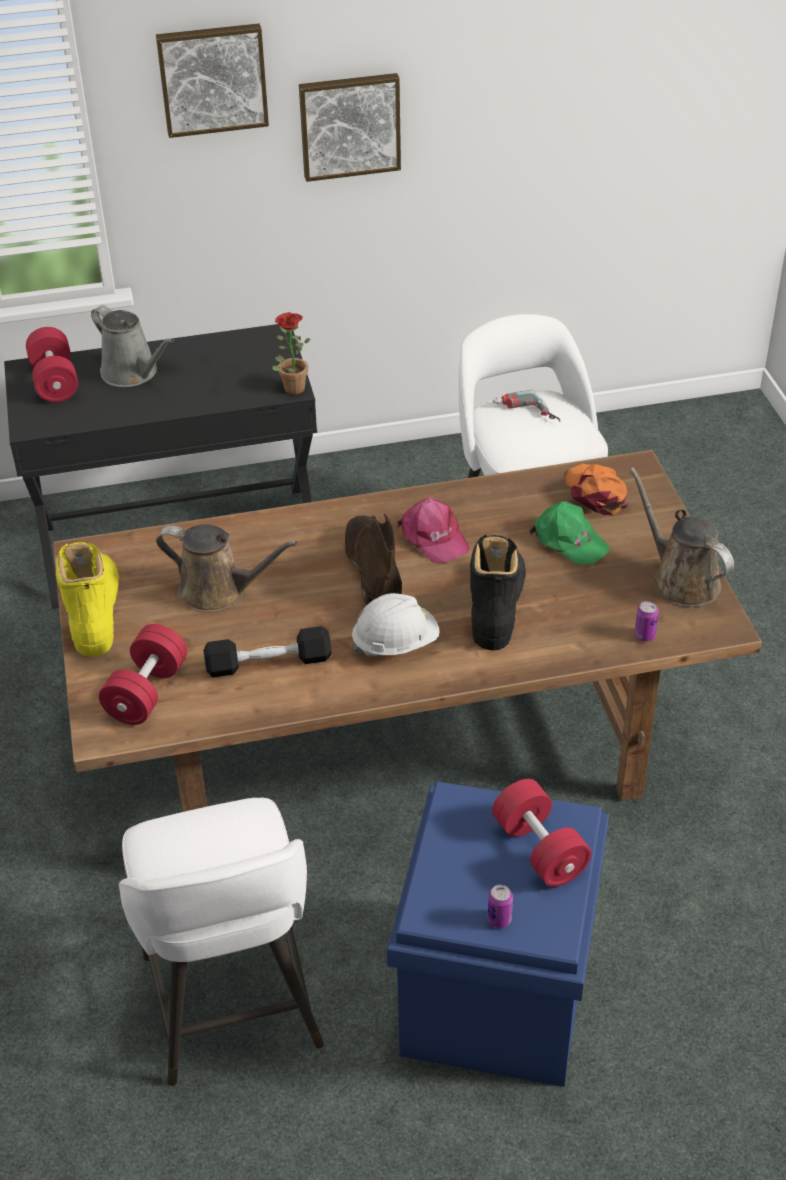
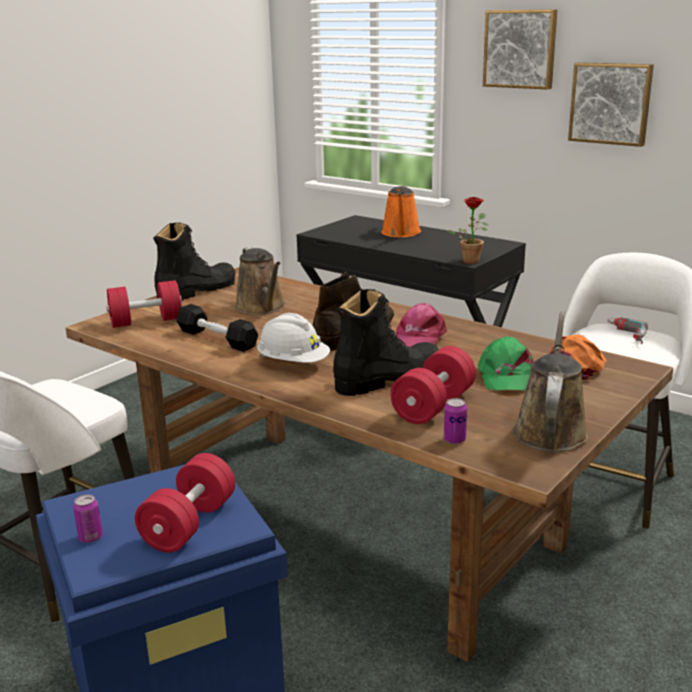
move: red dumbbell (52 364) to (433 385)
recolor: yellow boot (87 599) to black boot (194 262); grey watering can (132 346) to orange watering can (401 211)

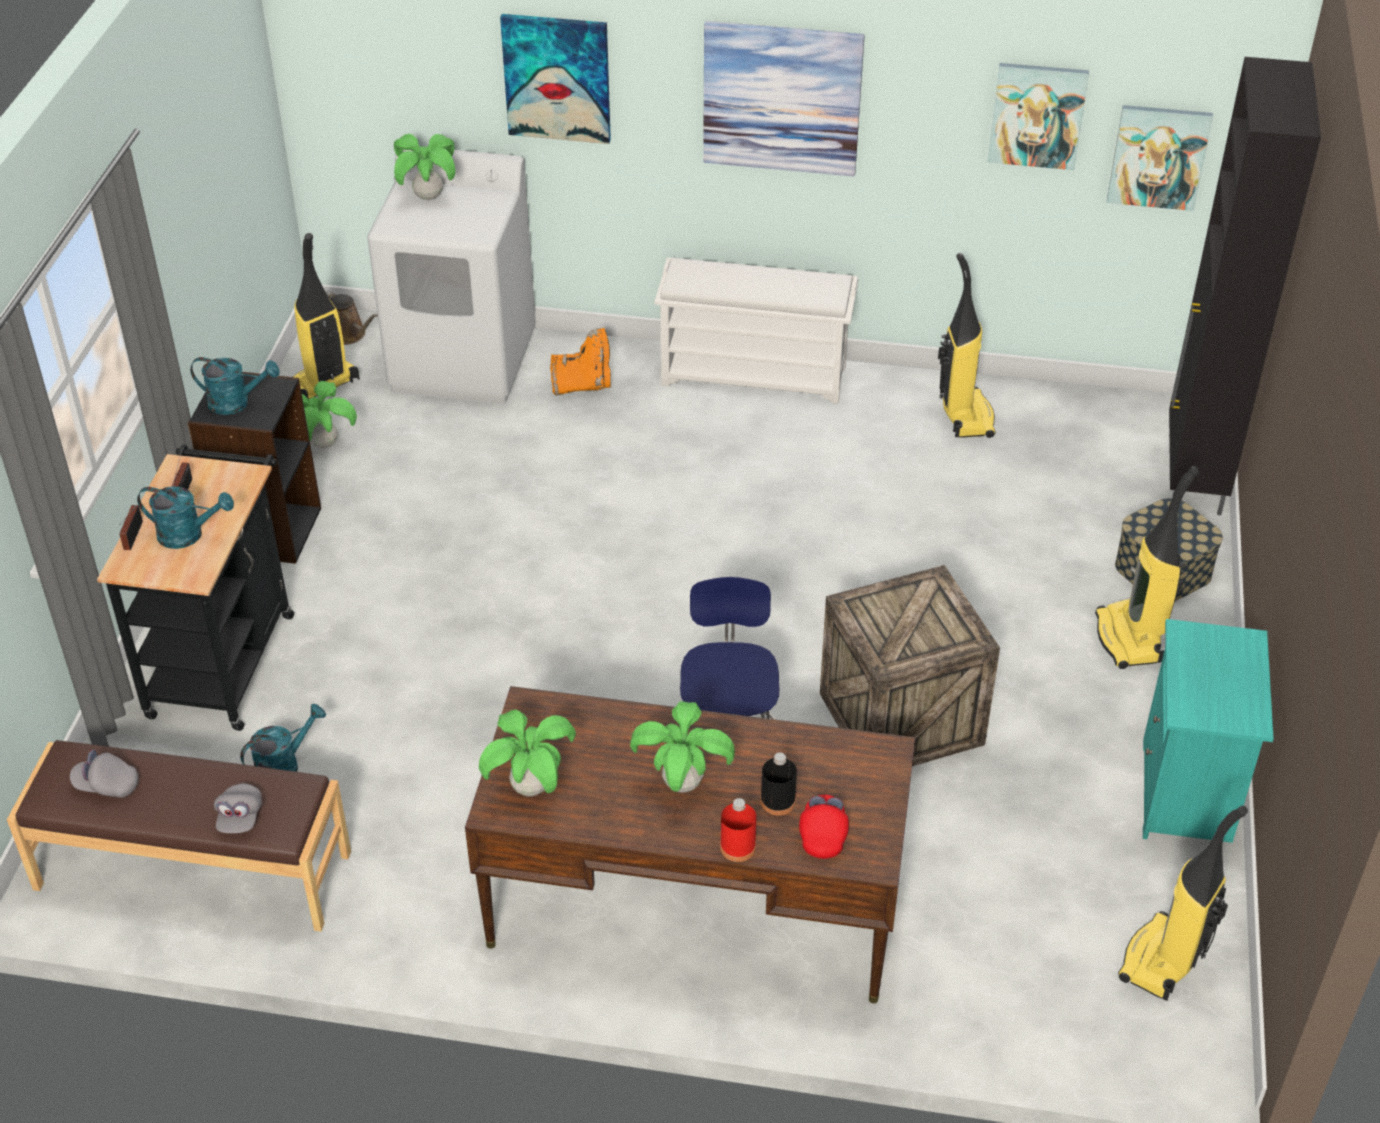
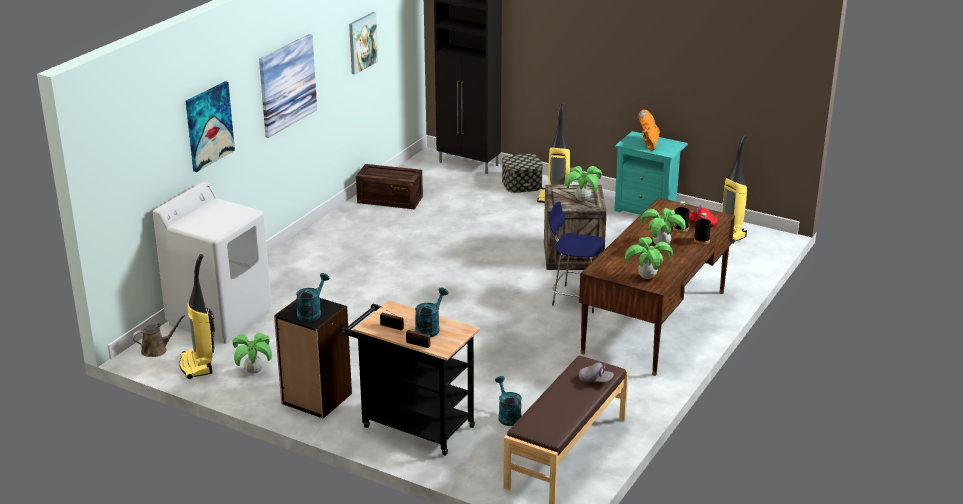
delete: grey cap (104 774); white shoe rack (756 331); picture (1160 158)
move: potted plant (425 167) to (583 183); orange boot (580 362) to (649 130)
replace: vacuum cleaner (966 345) to crate (389 186)
recolor: red bottle (738 830) to black bottle (702 229)

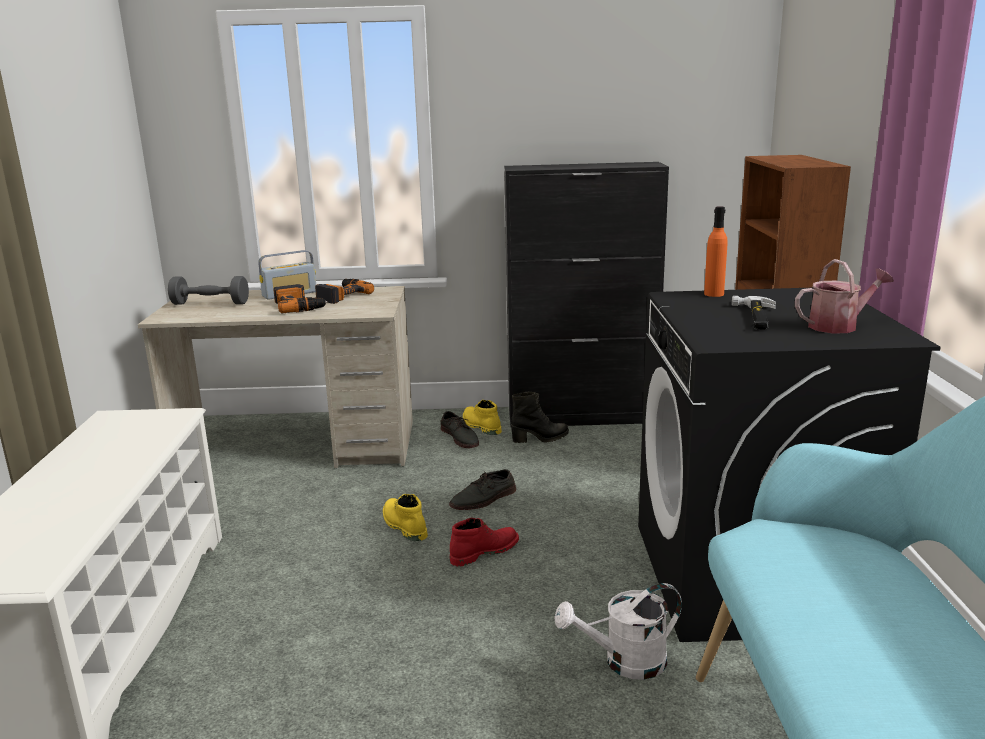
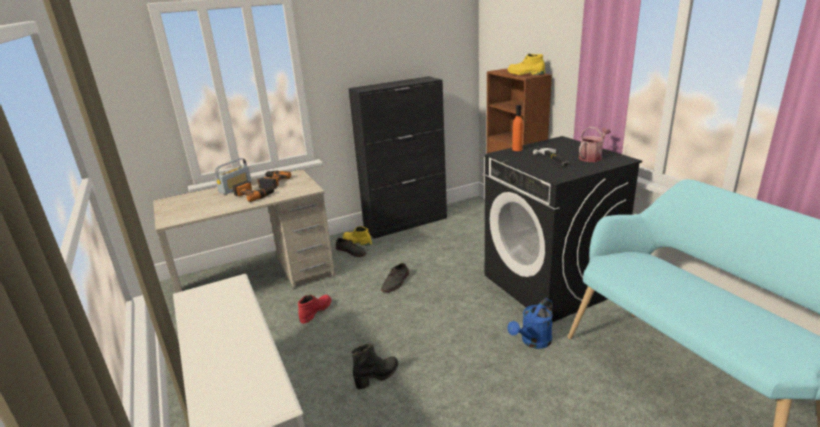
delete: grey dumbbell (208 290)
move: yellow boot (405 517) to (526 64); red boot (484 542) to (315 309); black boot (540 417) to (374 366)
recolor: white watering can (618 631) to blue watering can (530 323)

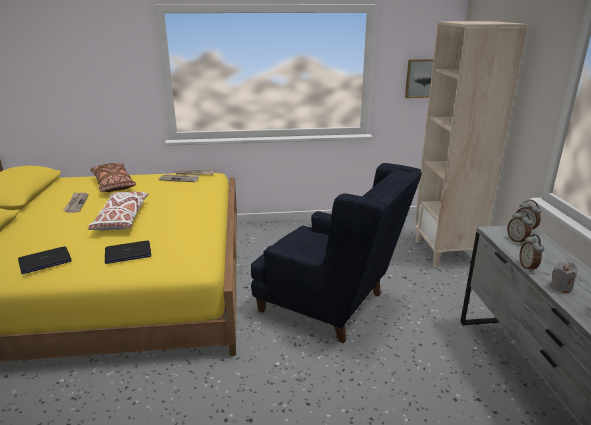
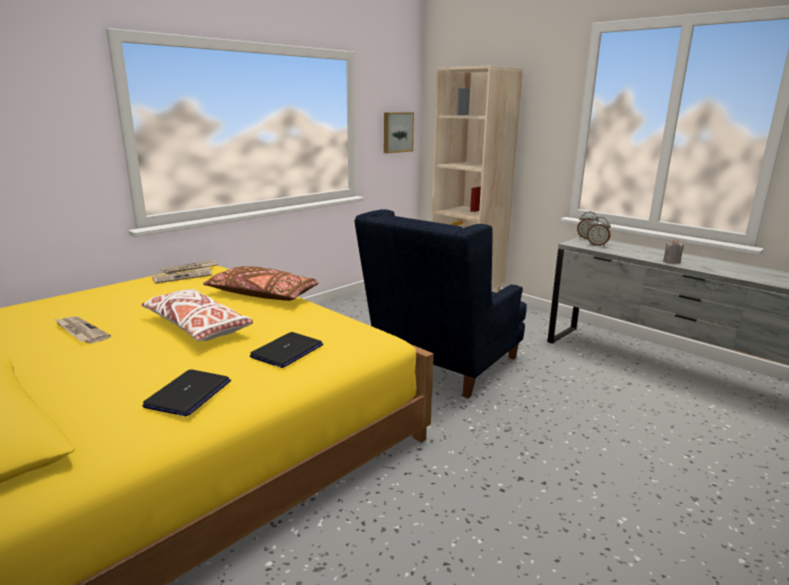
delete: alarm clock (532 253)
move: brown pillow (113 177) to (261 283)
rotate: blue armchair (336 253) = (441 303) 135 degrees clockwise

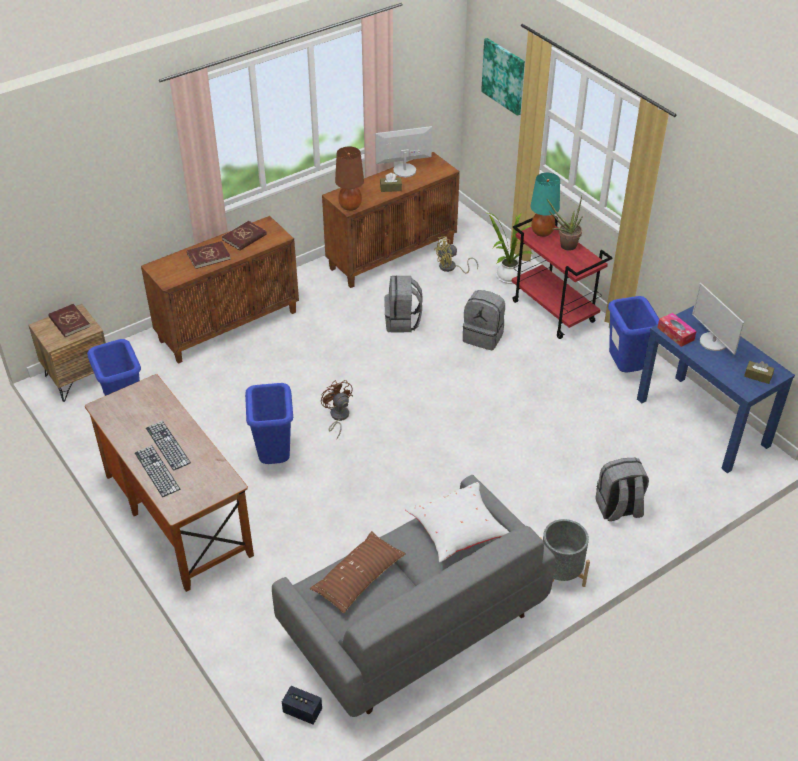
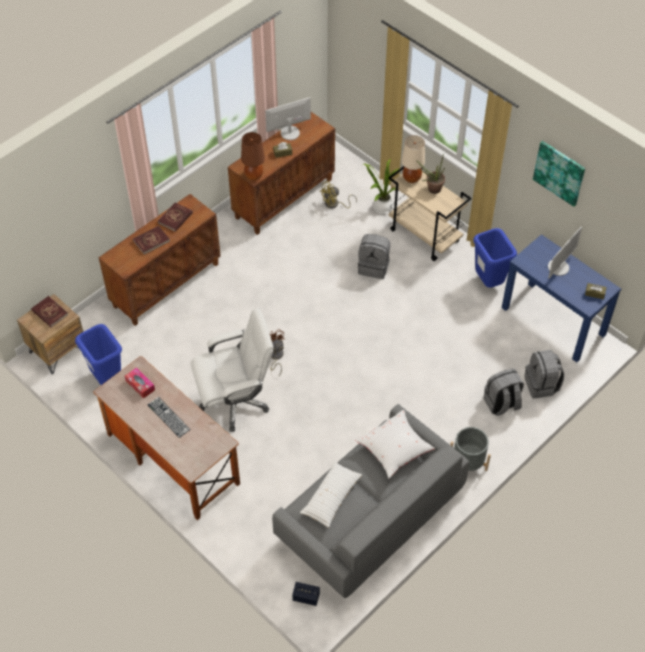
delete: keyboard (158 471)
move: grey backpack (403 304) to (544 374); picture (503 77) to (559 174); tissue box (677 330) to (140 383)
replace: blue trash can (269 423) to white office chair (232 370)
recolor: brown pillow (358 572) to white pillow (331 494); red cart (562 277) to beige cart (429 213); turquoise table lamp (545 205) to beige table lamp (413 159)
rotate: monitor (718 319) = (565 252) 105 degrees counterclockwise

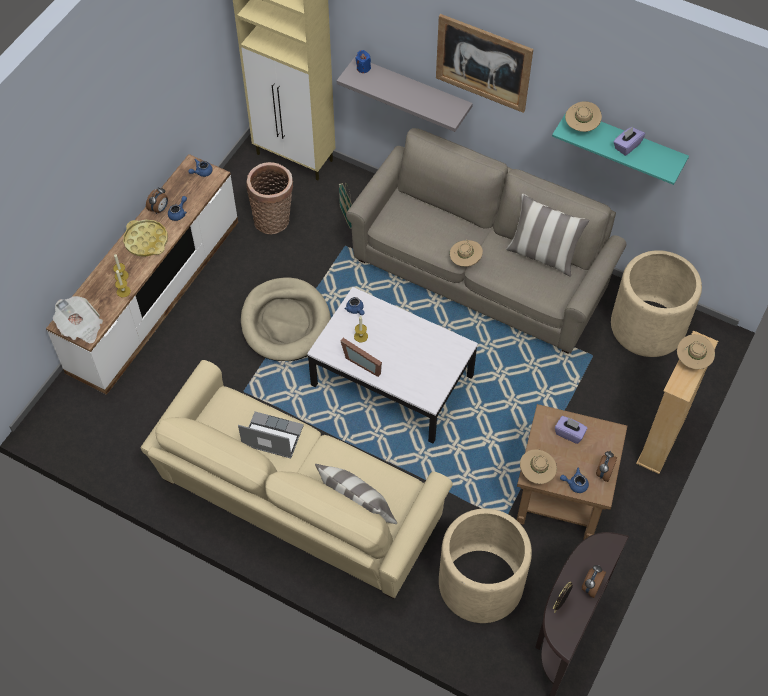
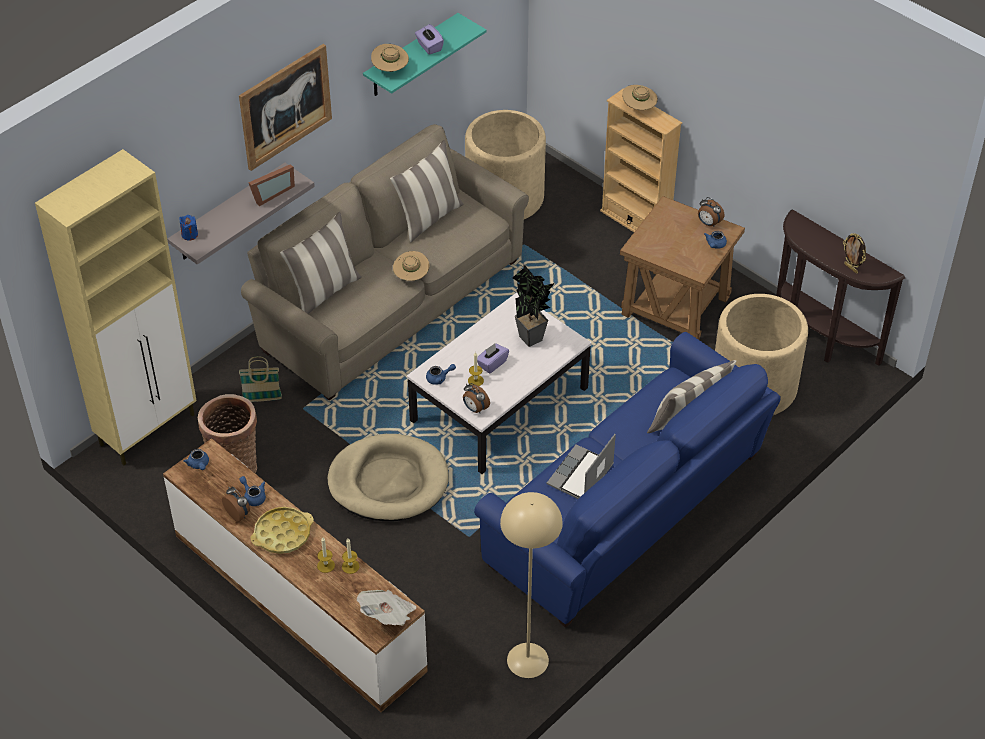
delete: beige hat (538 466)
insert: pillow (321 263); beige floor lamp (531 585); potted plant (533 306)
move: picture frame (361 357) to (271 185); purple tissue box (571 430) to (493 358); alarm clock (594 581) to (476 398)
recolor: beige sofa (296 479) to blue sofa (627 480)

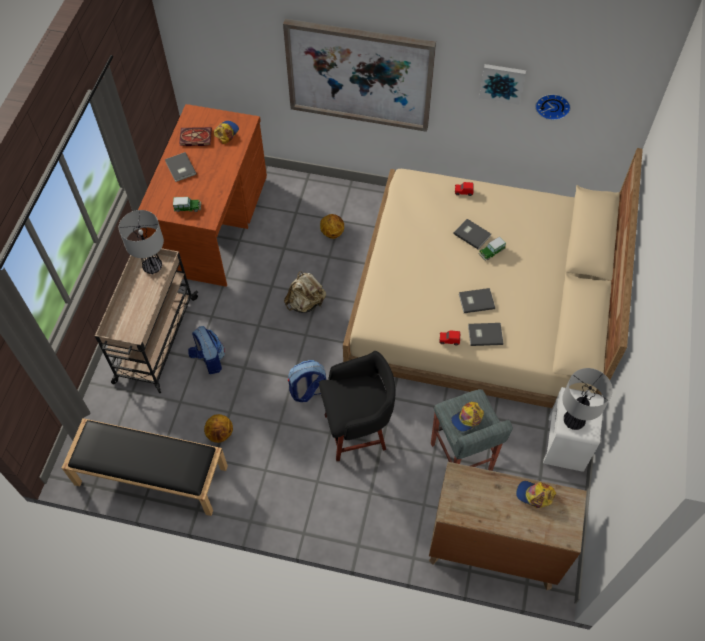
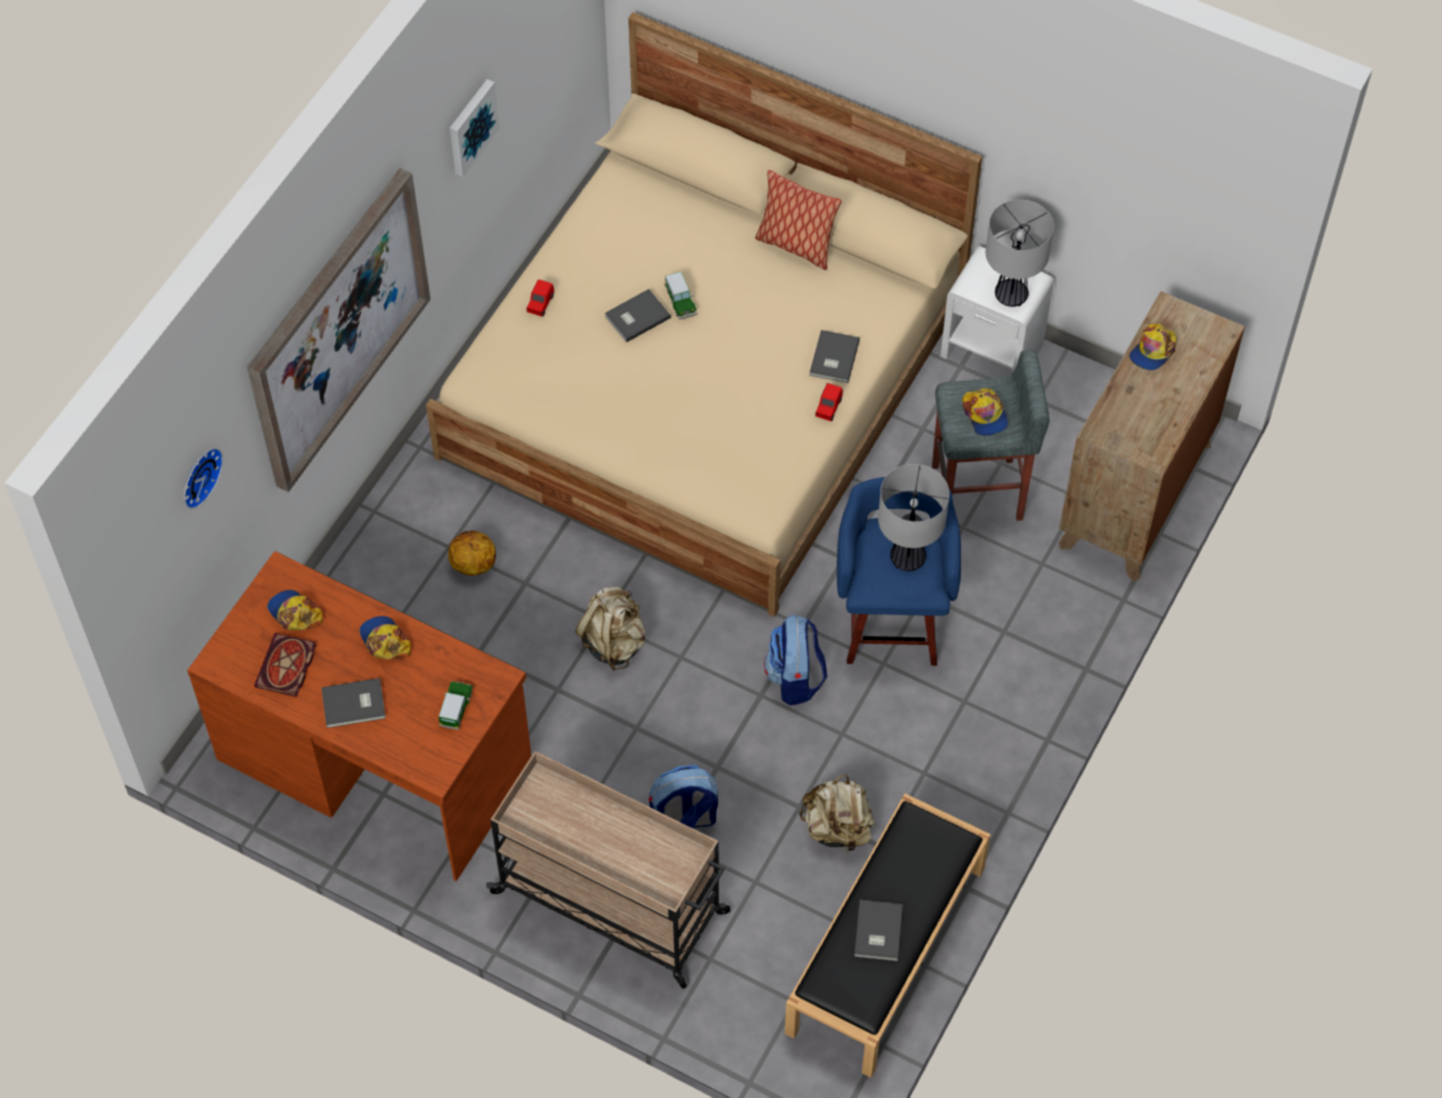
insert: cap (385 637); pillow (798 220)
move: table lamp (141 242) to (913 517); grey book (477 300) to (879 930); wall clock (553 107) to (203 478)
replace: basketball (218 428) to beige backpack (837 814)
recolor: black stool (357 406) to blue stool (899 571)

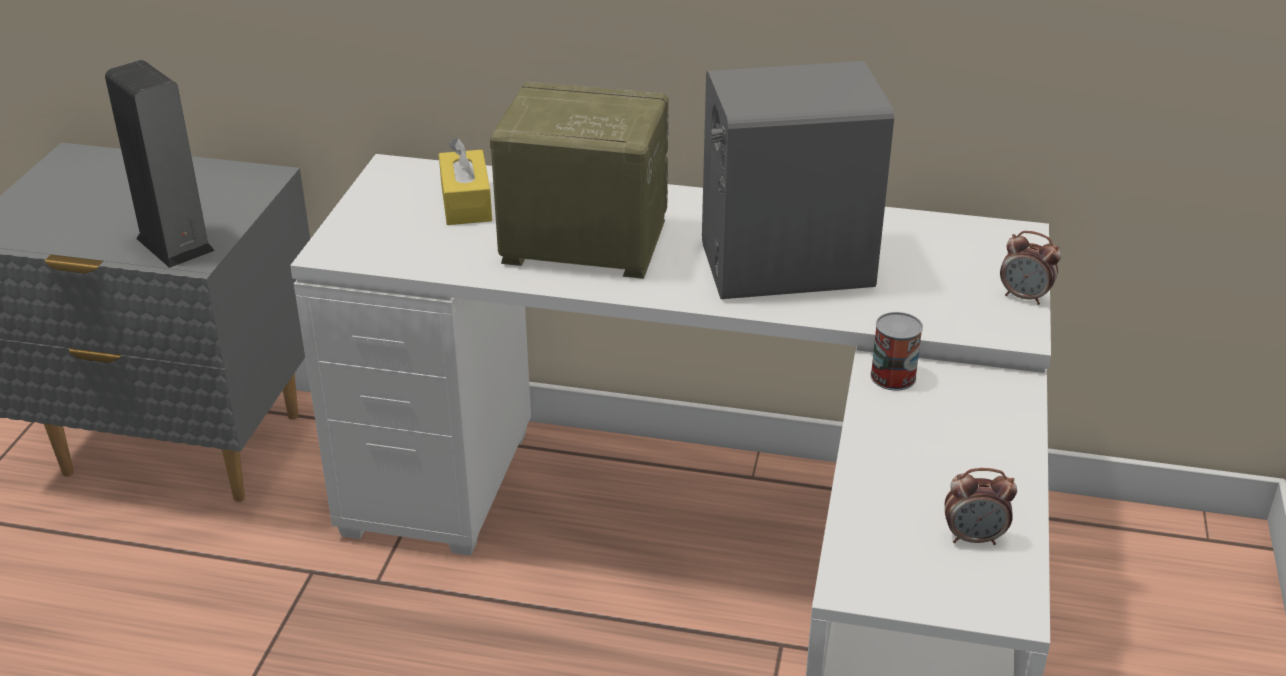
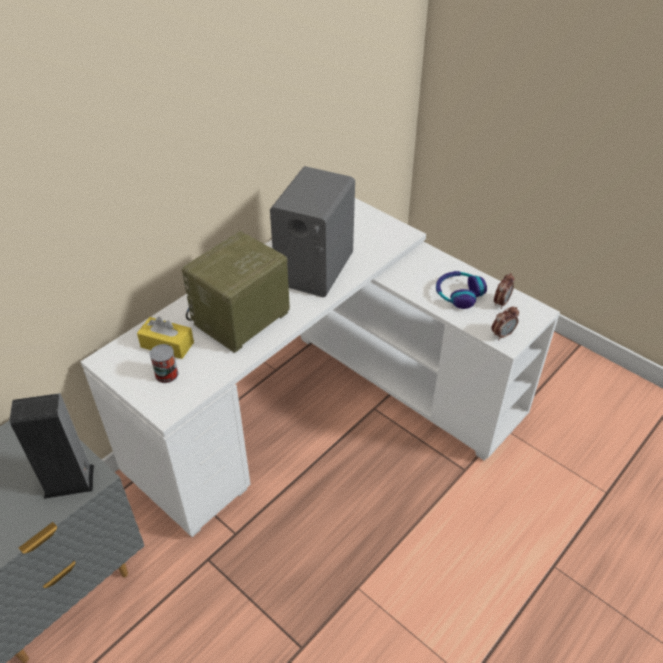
insert: headphones (461 290)
move: can (896 351) to (164 363); alarm clock (1030 268) to (505 323)

